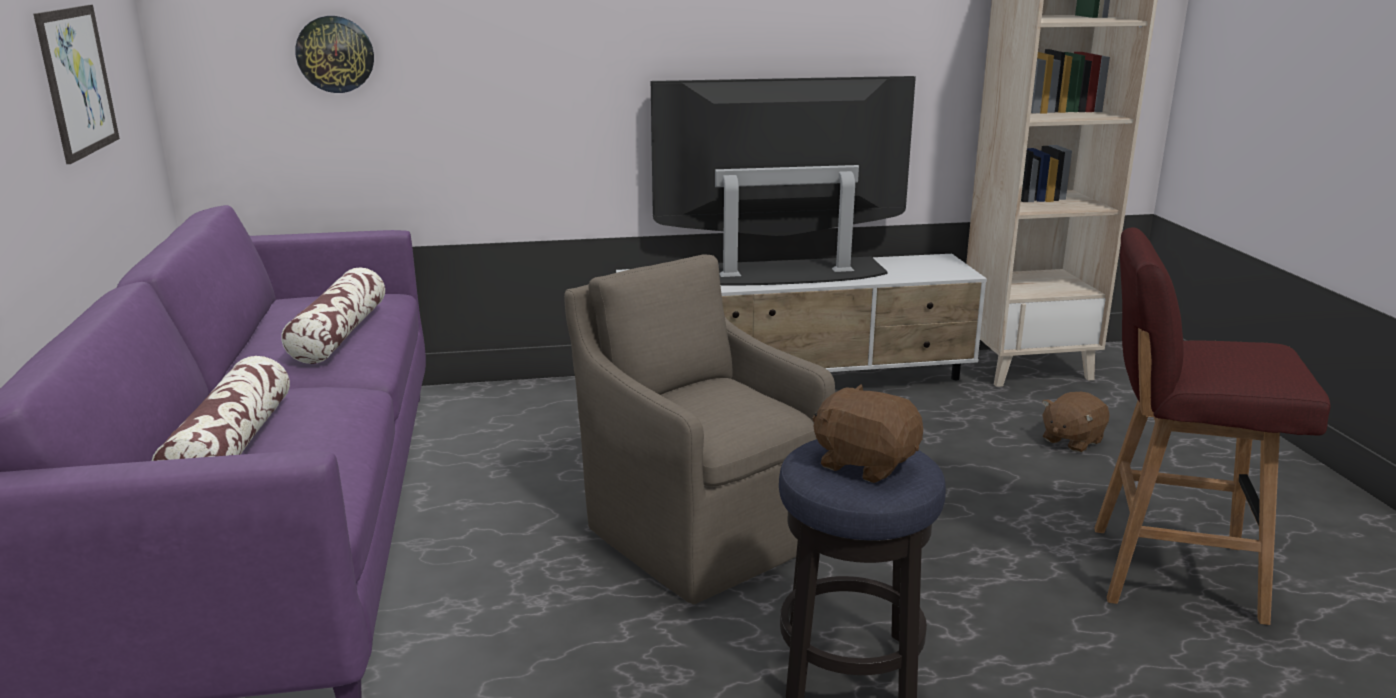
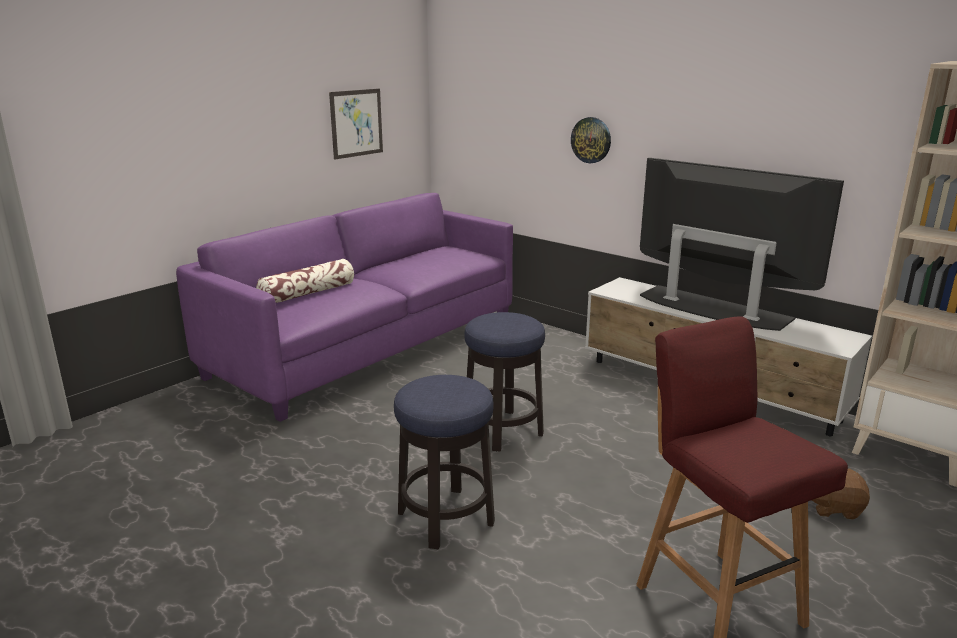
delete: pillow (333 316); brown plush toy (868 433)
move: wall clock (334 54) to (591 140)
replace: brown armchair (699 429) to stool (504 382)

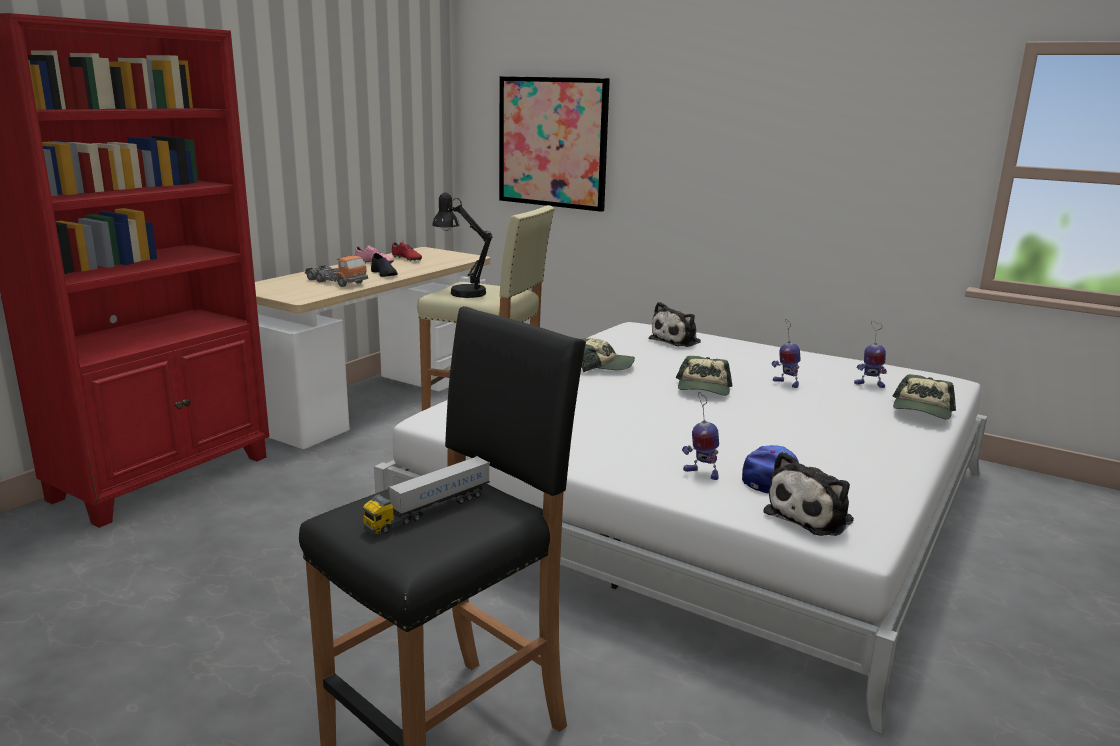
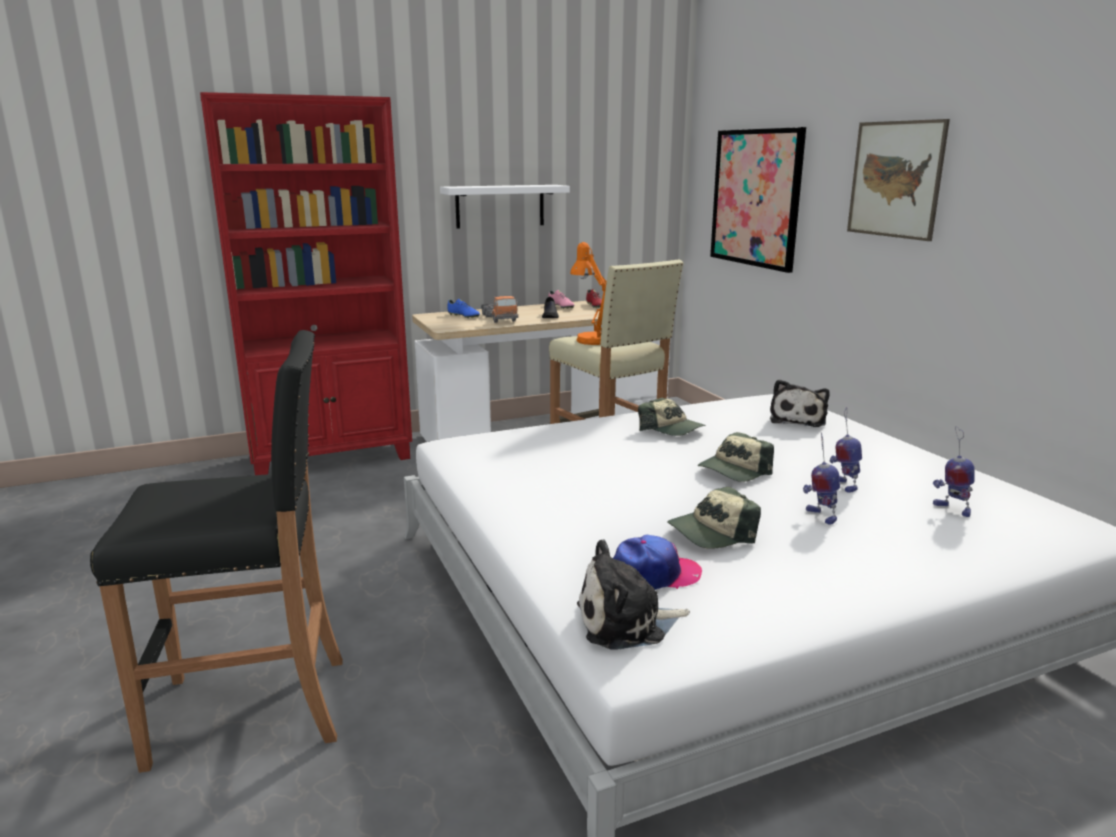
delete: toy truck (426 495)
insert: white shelf (505 207); blue shoe (463 309); picture (898 180)
move: toy robot (700 436) to (821 478); cap (924 396) to (714 518)
recolor: black table lamp (462 245) to orange table lamp (588 293)
rotate: plush toy (675 324) = (799 403) 60 degrees counterclockwise

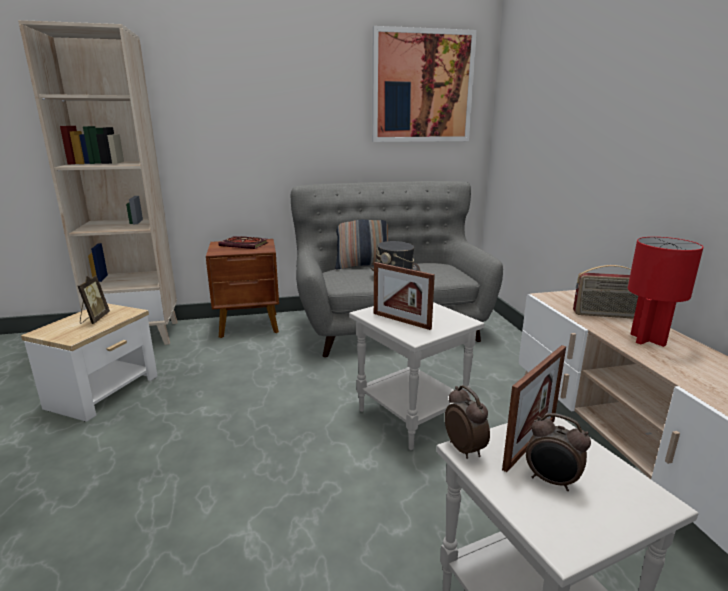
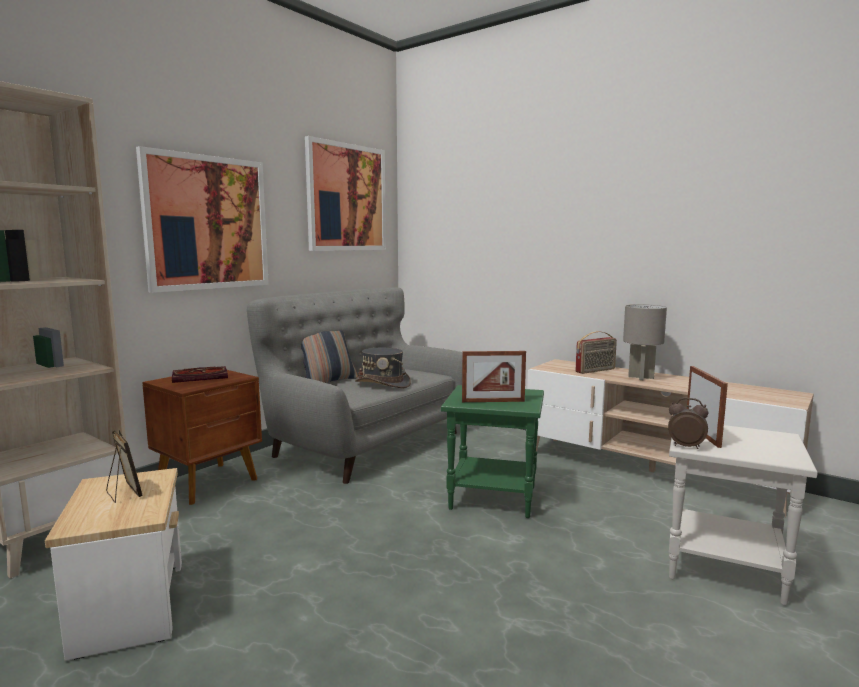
delete: alarm clock (558 452)
insert: picture (202 219)
recolor: white side table (417 376) to green side table (492 451); red table lamp (665 292) to grey table lamp (645 342)

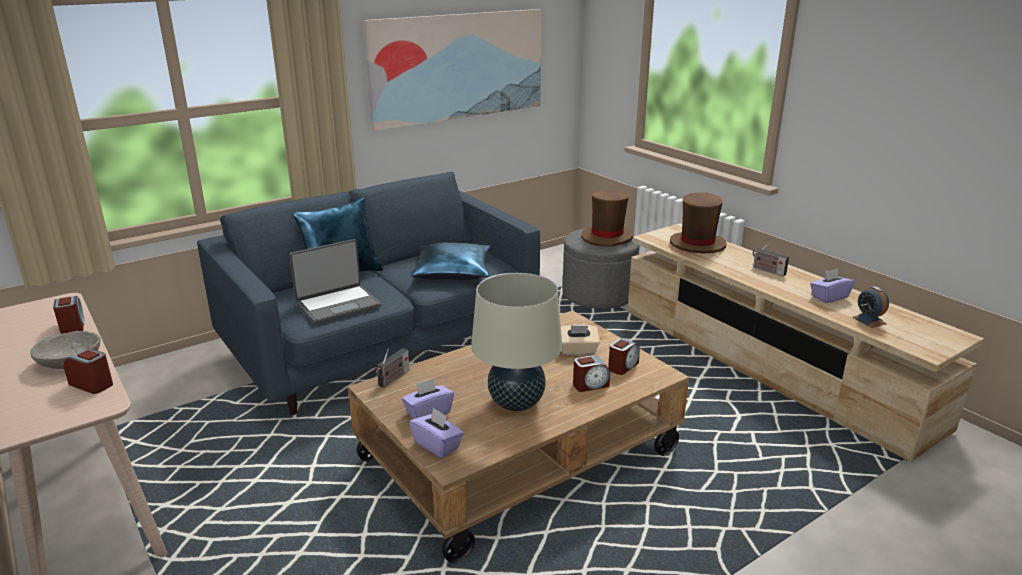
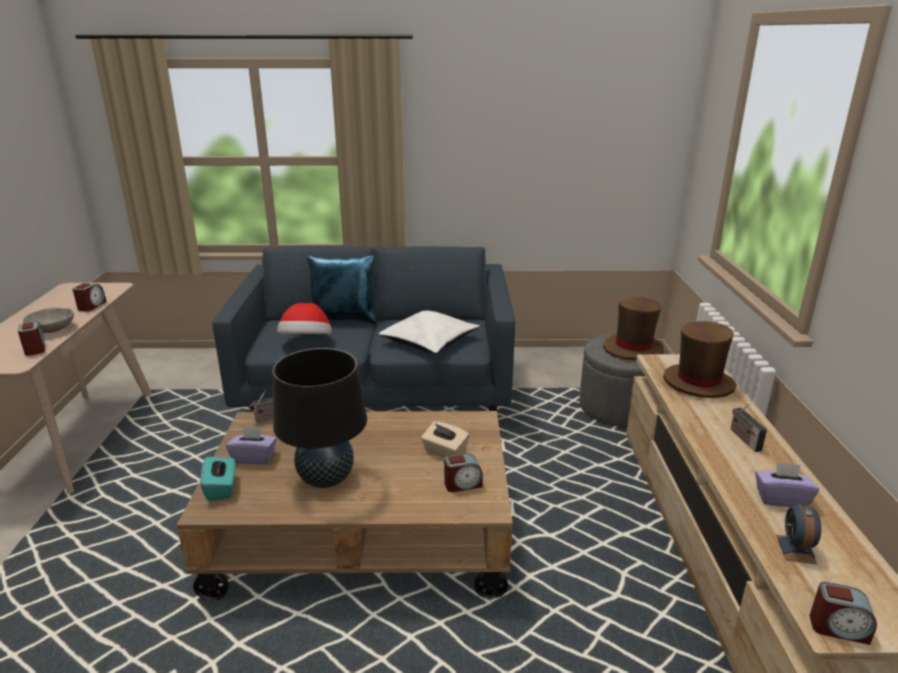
delete: picture (453 70)
move: alarm clock (591 373) to (843 613)
replace: laptop (335 281) to hat (304 318)
recolor: purple tissue box (436 432) to turquoise tissue box (218 477); blue pillow (451 261) to white pillow (429 332); beige table lamp (516 342) to black table lamp (320 418)

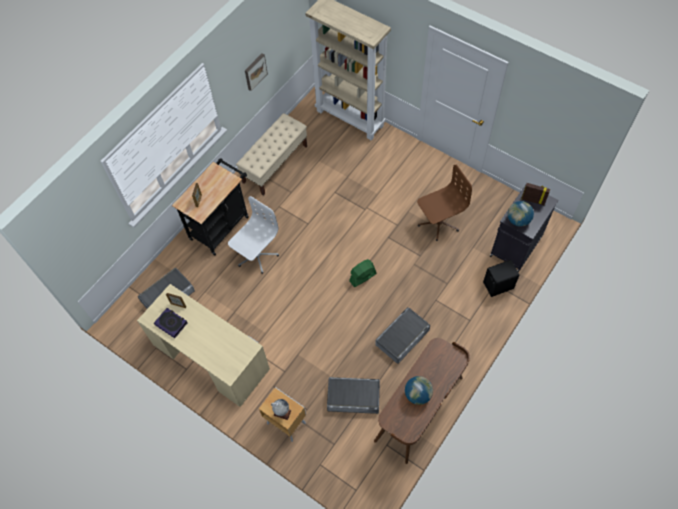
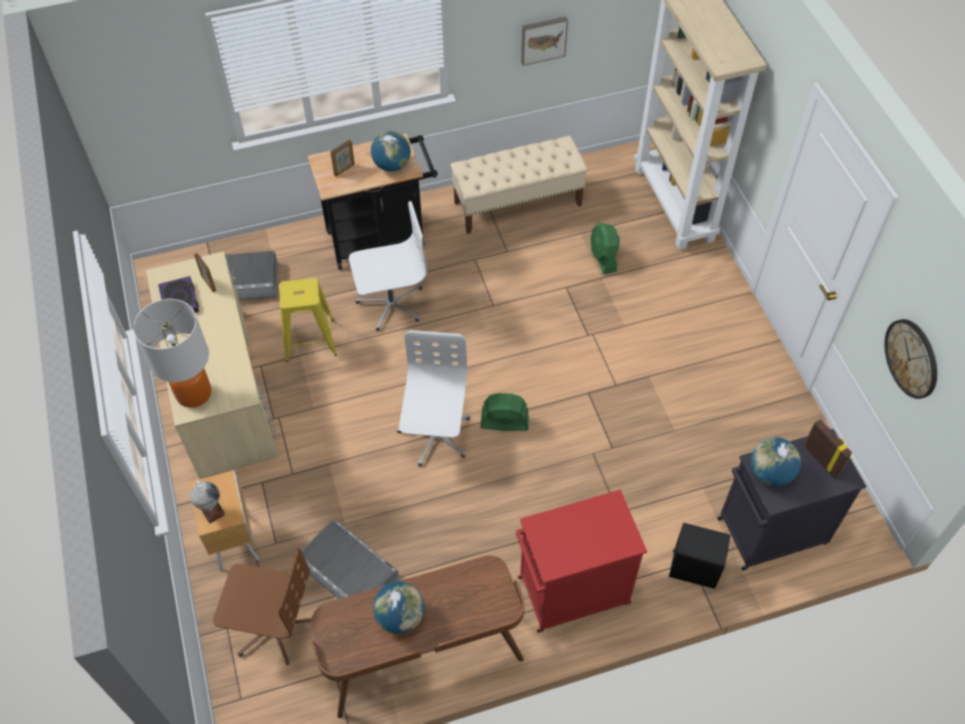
delete: grey storage box (402 335)
insert: table lamp (172 353); yellow stool (308 320); globe (391 151); white office chair (433 398); red cabinet (581 561); green fan (605 248); wall clock (911 359)
move: brown office chair (444 203) to (262 606)

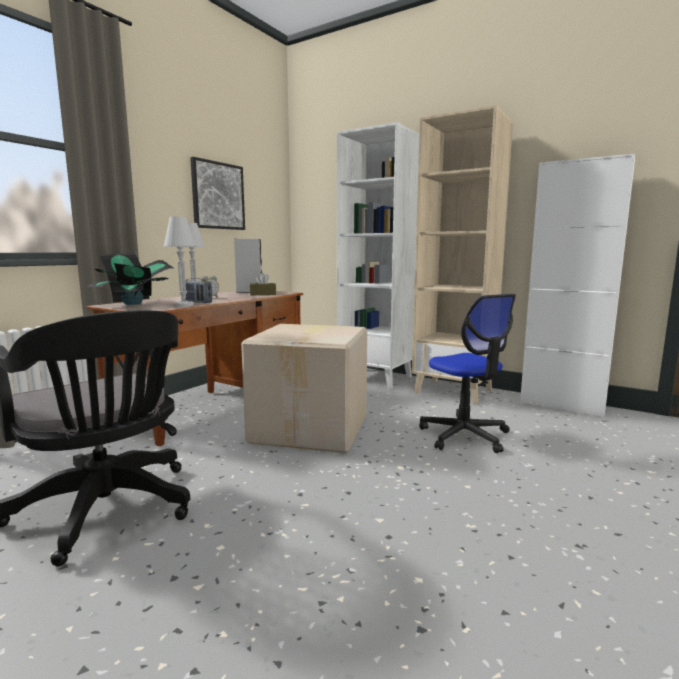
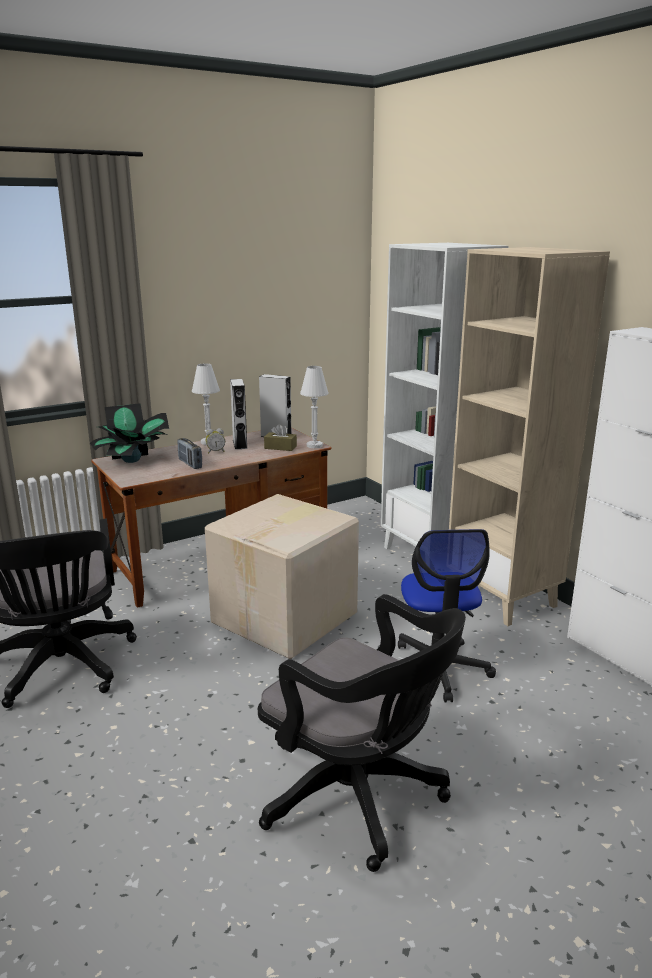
delete: picture (217 193)
insert: grey speaker (239 414); black office chair (362 733)
move: white table lamp (180 261) to (314 407)

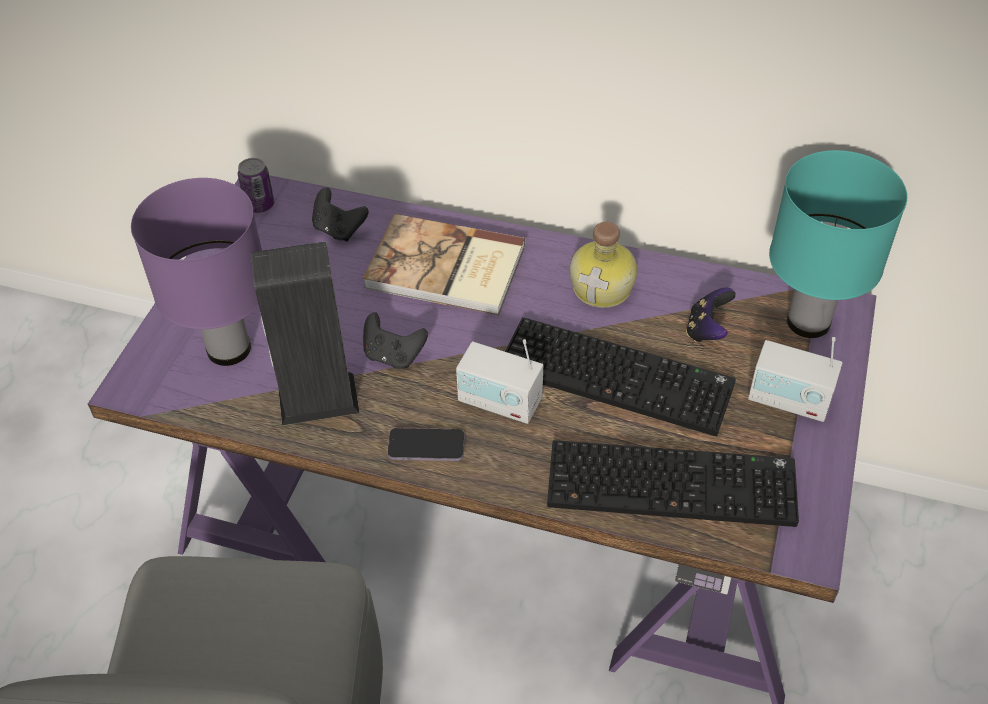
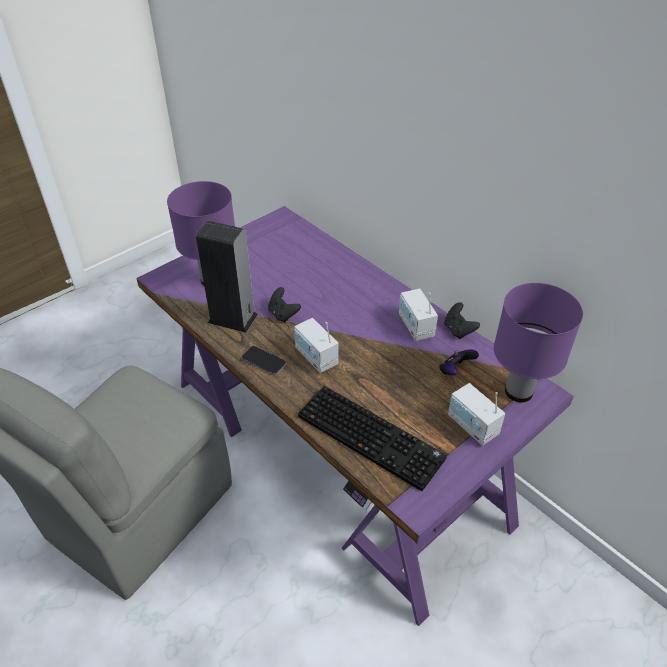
delete: can (256 185); book (444 264); keyboard (620 376)
move: black game controller (340 214) to (462 320)
replace: bottle (604 265) to radio (418 315)
recolor: turquoise table lamp (838 244) to purple table lamp (538 342)

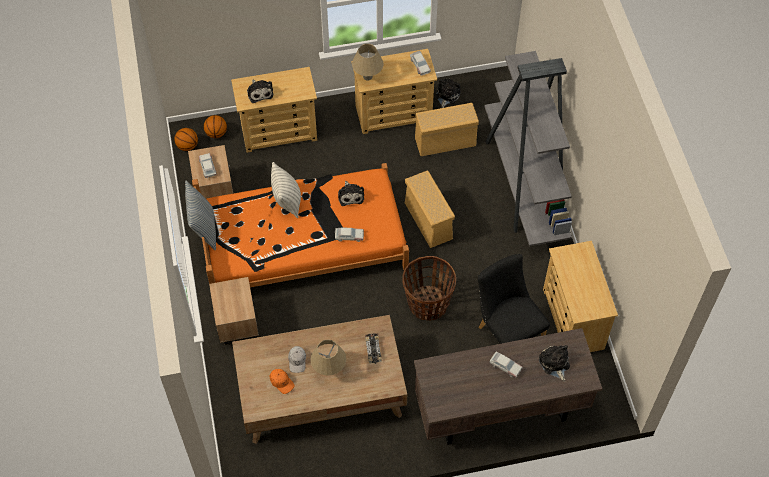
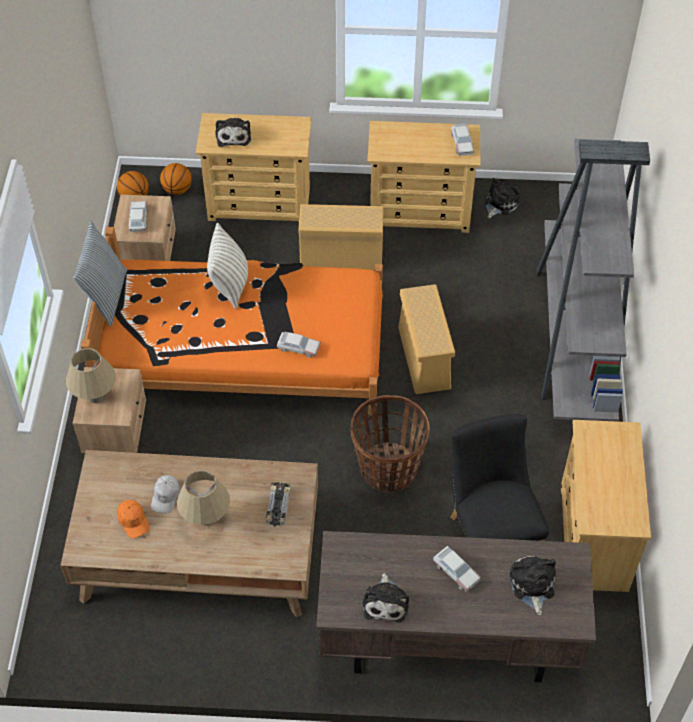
move: plush toy (351 193) to (386 597); beige table lamp (368 62) to (91 375); beige storage box (447 129) to (341 237)

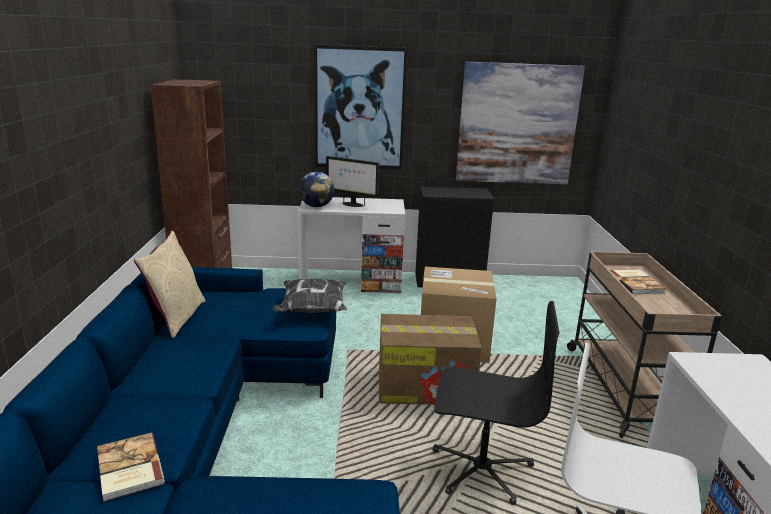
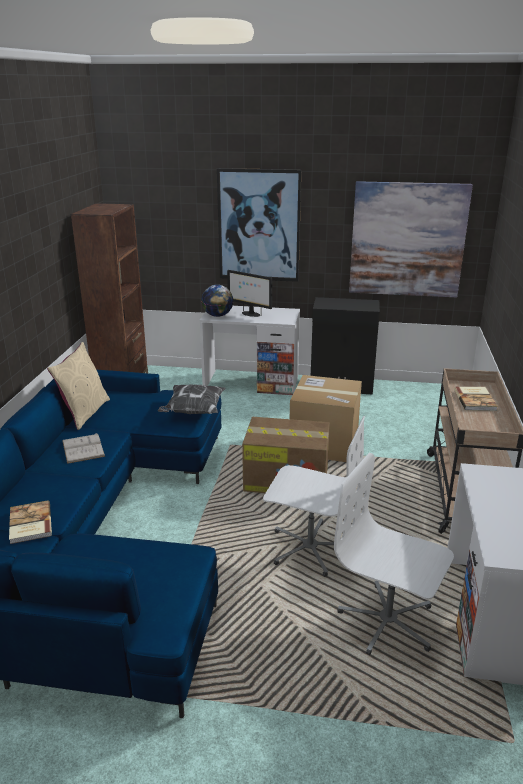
insert: white book (83 448)
recolor: black office chair (496 403) to white office chair (314 496)

